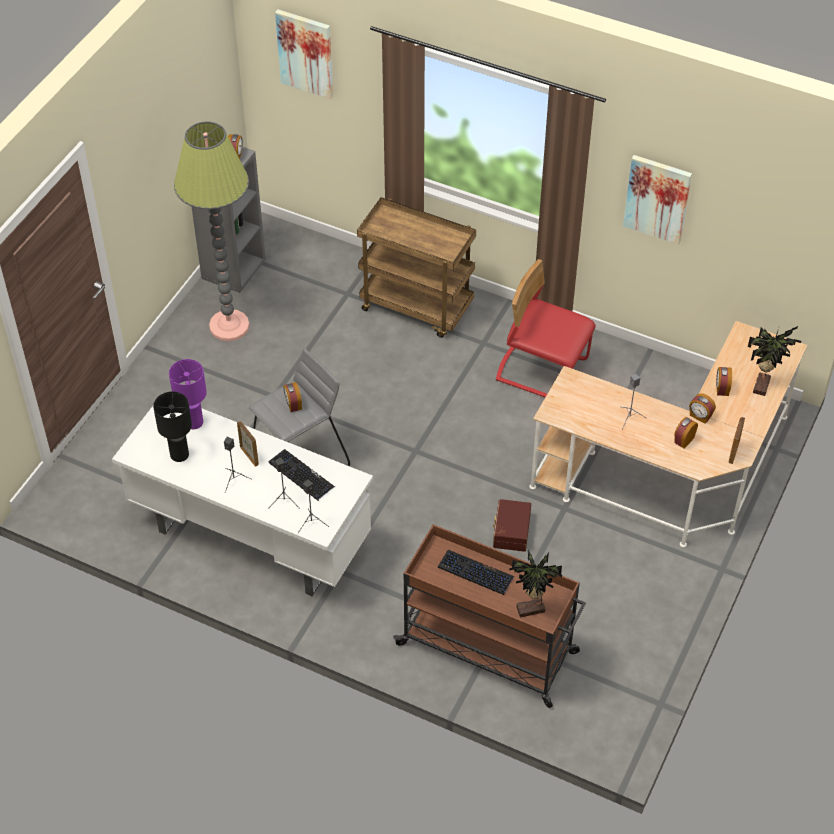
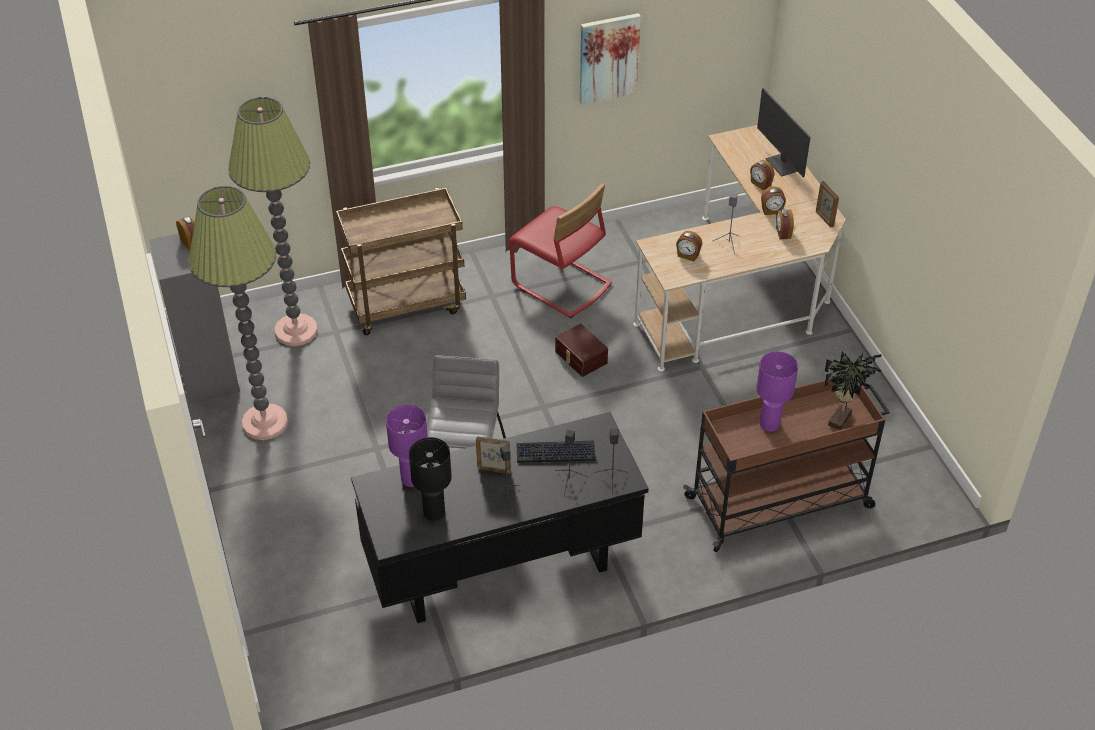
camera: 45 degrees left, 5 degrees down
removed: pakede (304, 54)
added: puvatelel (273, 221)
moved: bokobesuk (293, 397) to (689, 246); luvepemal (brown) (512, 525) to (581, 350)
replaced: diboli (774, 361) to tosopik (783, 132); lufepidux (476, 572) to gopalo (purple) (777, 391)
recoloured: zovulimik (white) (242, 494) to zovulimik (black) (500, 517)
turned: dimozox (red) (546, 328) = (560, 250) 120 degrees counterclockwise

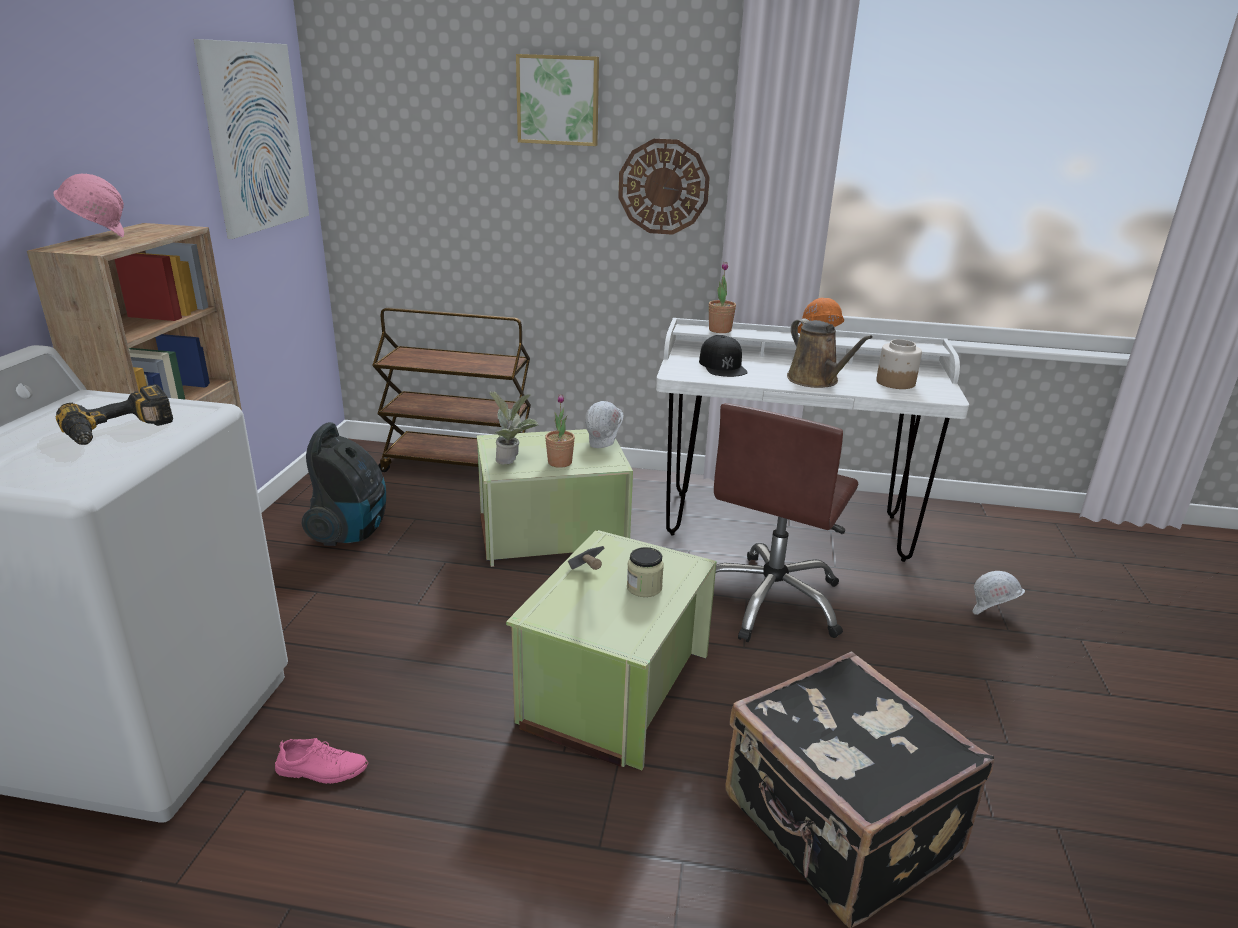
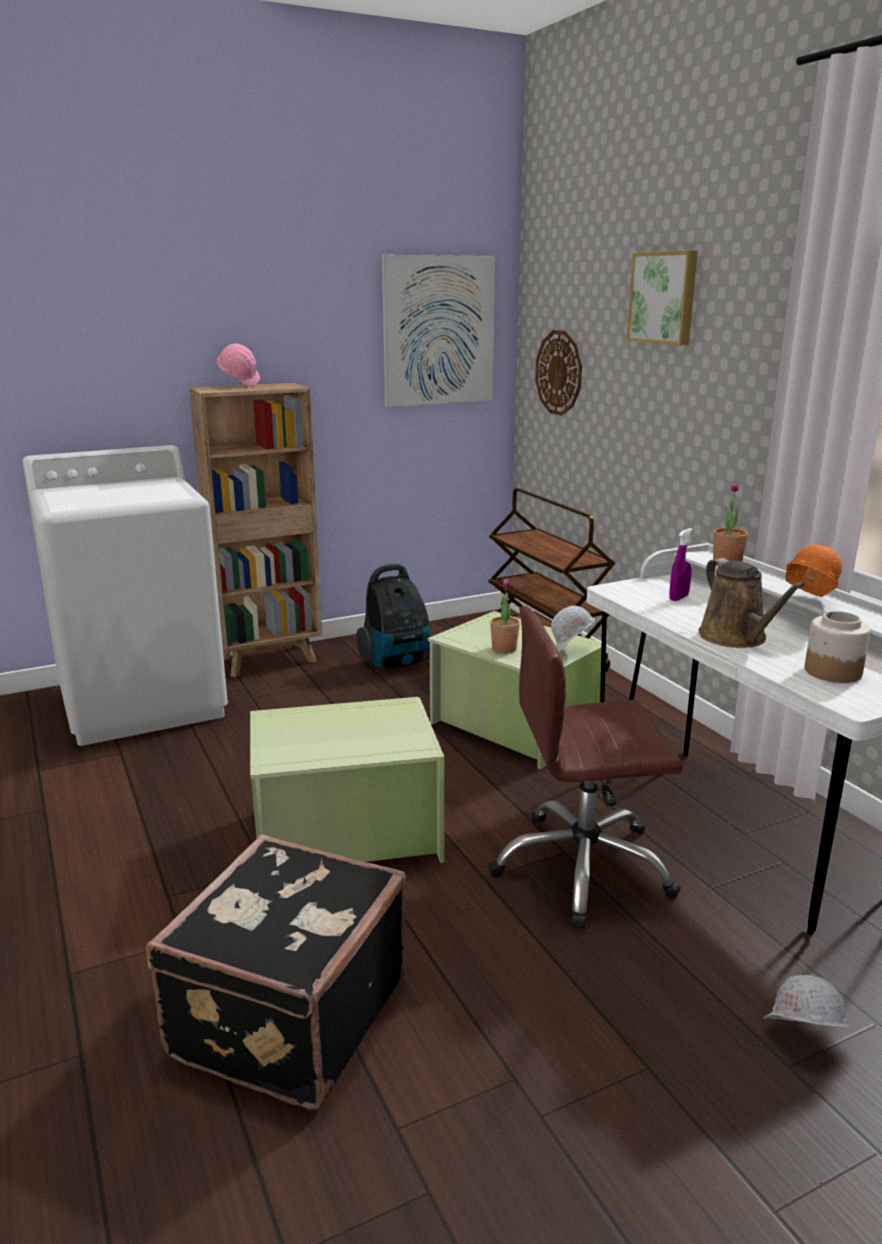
camera: 55 degrees right, 5 degrees down
removed: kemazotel (114, 414); diboli (513, 428); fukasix (586, 558); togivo (645, 572); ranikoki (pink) (321, 761)
moved: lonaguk (664, 186) to (558, 373)
replaced: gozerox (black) (723, 356) to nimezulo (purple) (681, 564)
turned: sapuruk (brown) (830, 353) = (752, 603) 45 degrees counterclockwise

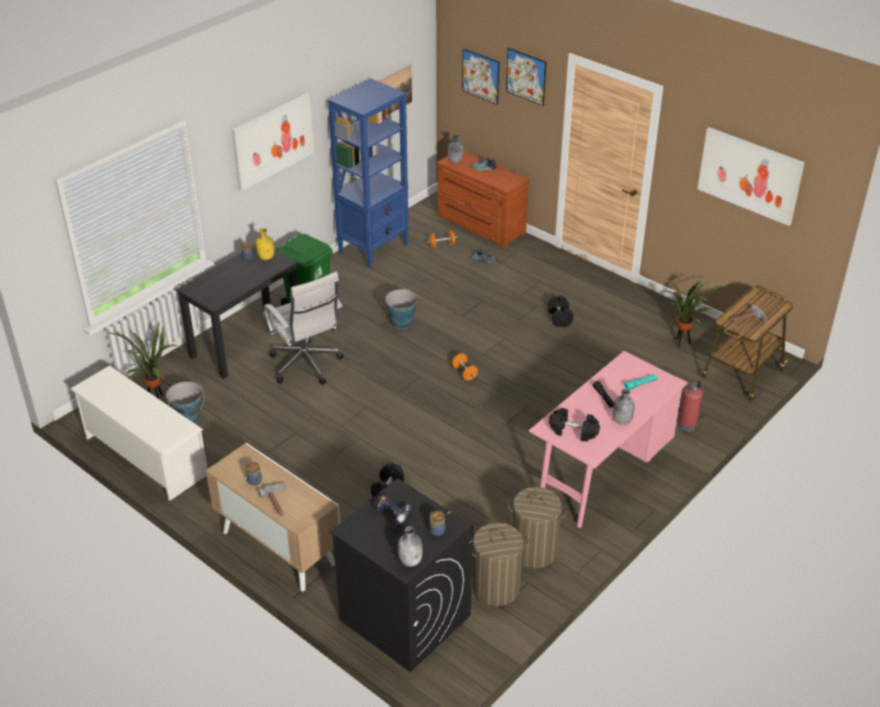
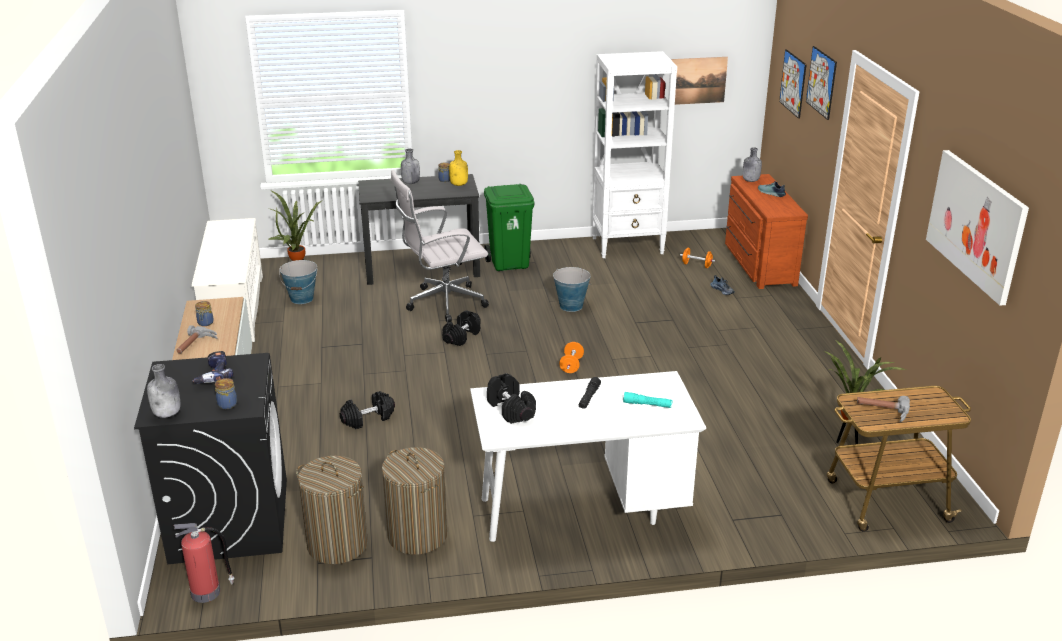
camera: 40 degrees right, 10 degrees down
removed: pakede (273, 142)
moved: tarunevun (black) (561, 311) to (461, 328); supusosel (691, 406) to (203, 563); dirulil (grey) (623, 407) to (410, 166)
recoloured: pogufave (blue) (368, 174) to pogufave (white) (634, 154); zovulimik (pink) (608, 439) to zovulimik (white) (588, 456)
turned: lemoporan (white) (303, 328) = (440, 246) 60 degrees clockwise

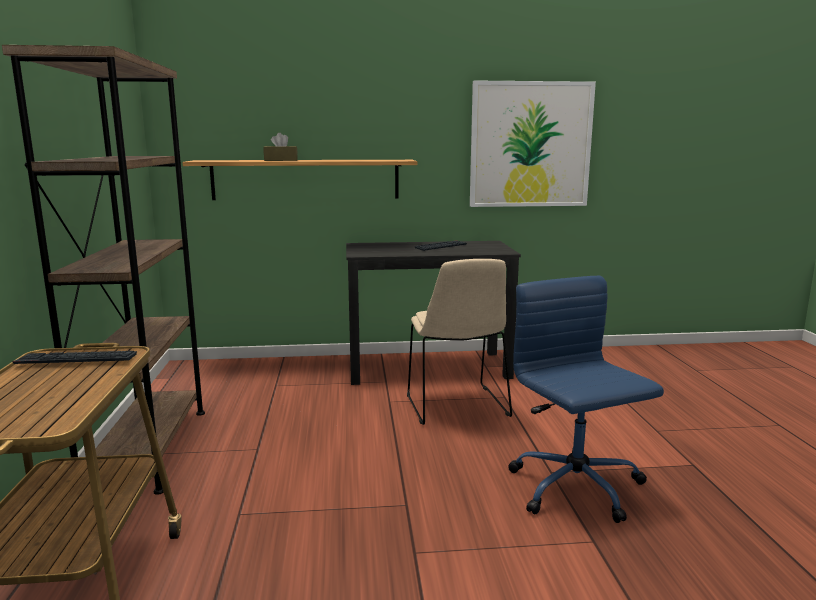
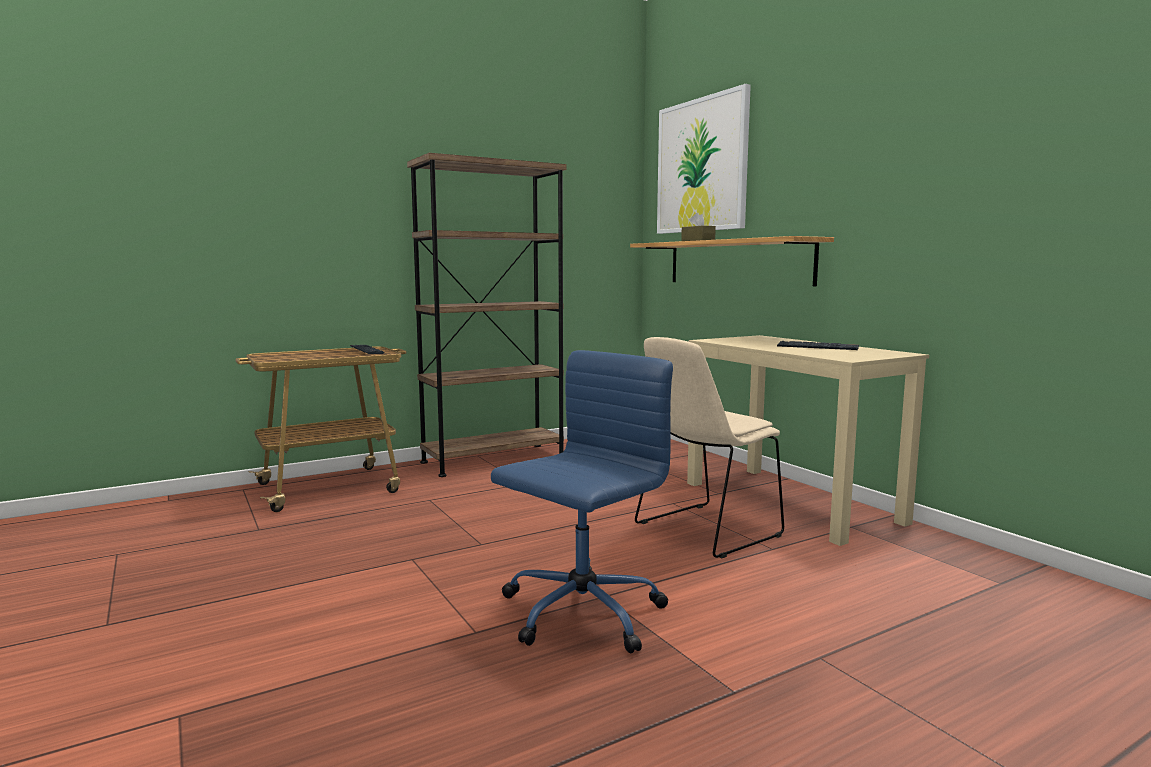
camera: 65 degrees right, 5 degrees down
moved: pakede (533, 144) to (704, 159)
recoloured: zovulimik (black) (433, 313) to zovulimik (beige) (808, 440)

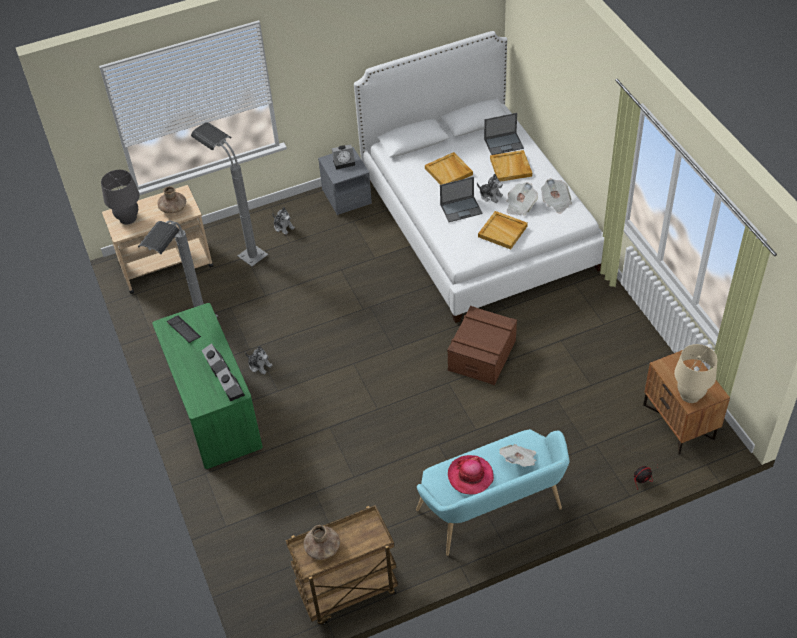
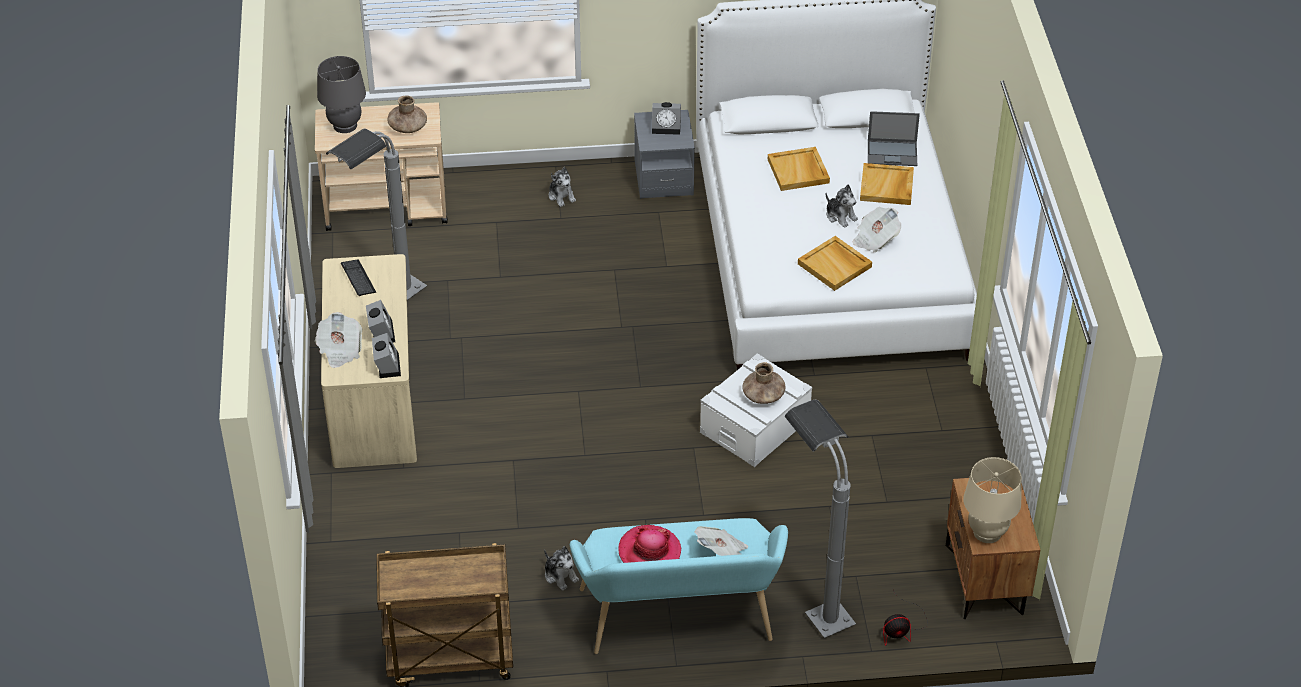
camera: 15 degrees right, 5 degrees down
removed: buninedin (461, 199)
moved: puvatelel (grey) (229, 194) to (820, 519); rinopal (556, 196) to (338, 340); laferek (259, 360) to (561, 568); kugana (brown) (321, 542) to (763, 383)
recoloured: zovulimik (green) (207, 386) to zovulimik (beige) (369, 361); luvepemal (brown) (482, 345) to luvepemal (white) (756, 410)

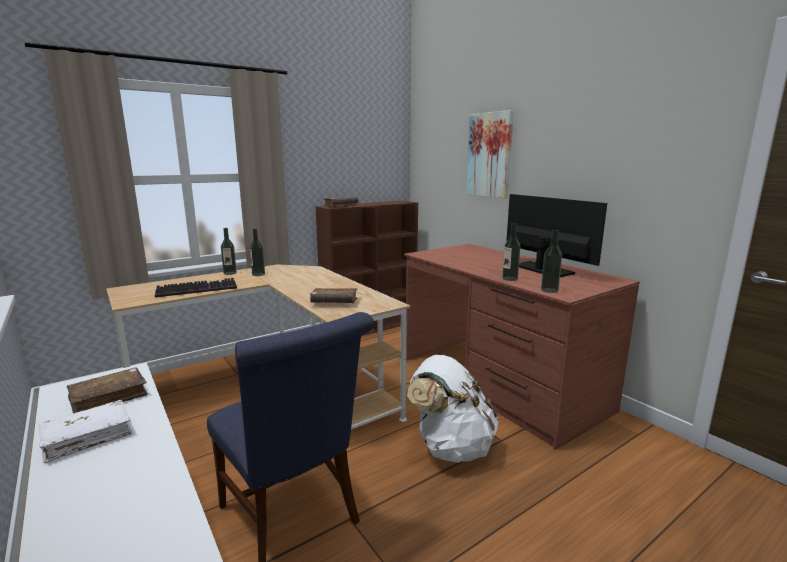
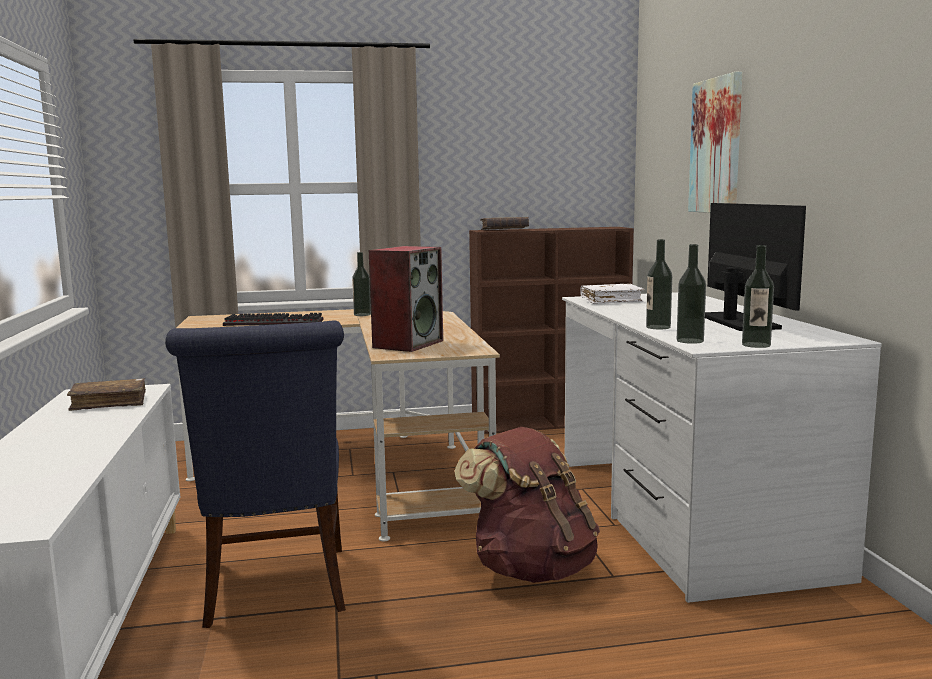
camera: 25 degrees right, 5 degrees down
moved: dirulil (229, 251) to (758, 296); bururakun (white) (85, 431) to (612, 294)
replaced: bururakun (brown) (334, 295) to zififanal (406, 299)
recoloured: zovulimik (brown) (522, 347) to zovulimik (white) (722, 447); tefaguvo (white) (453, 409) to tefaguvo (brown) (527, 505)

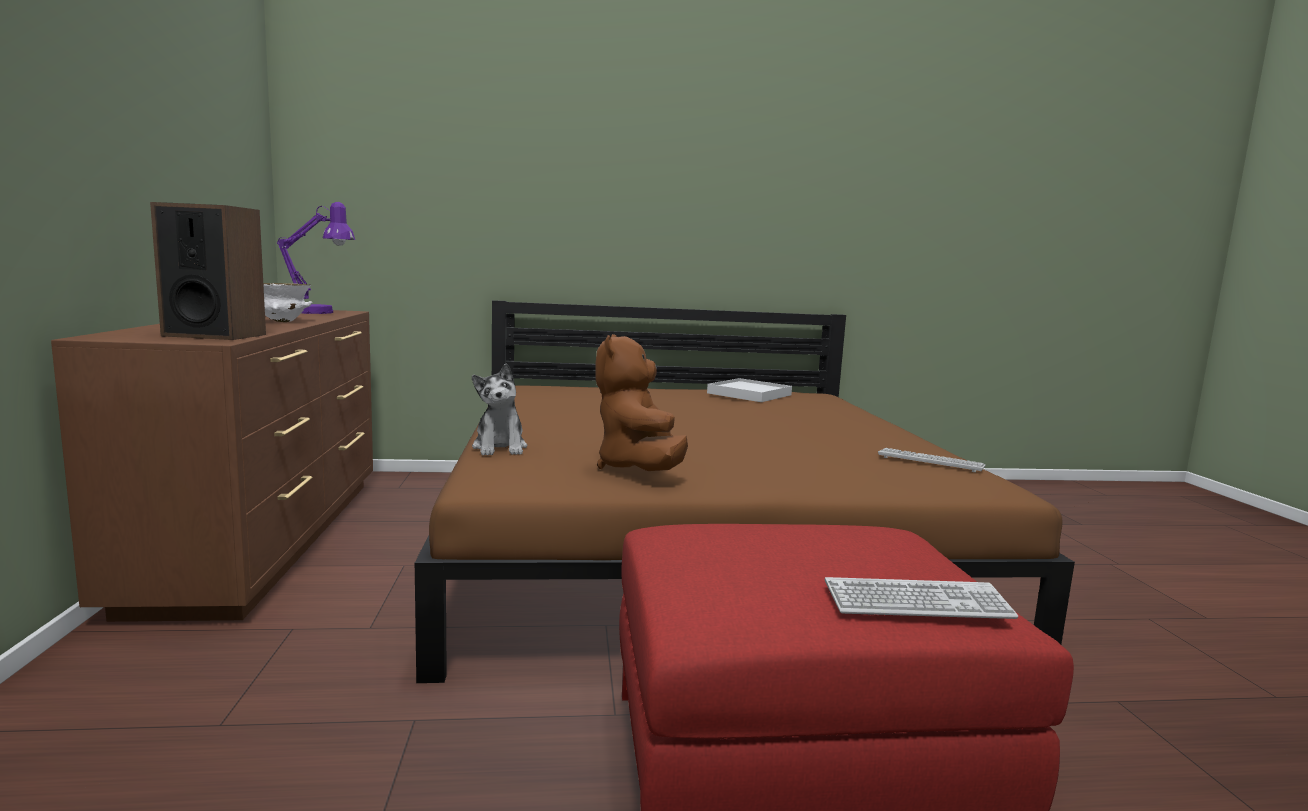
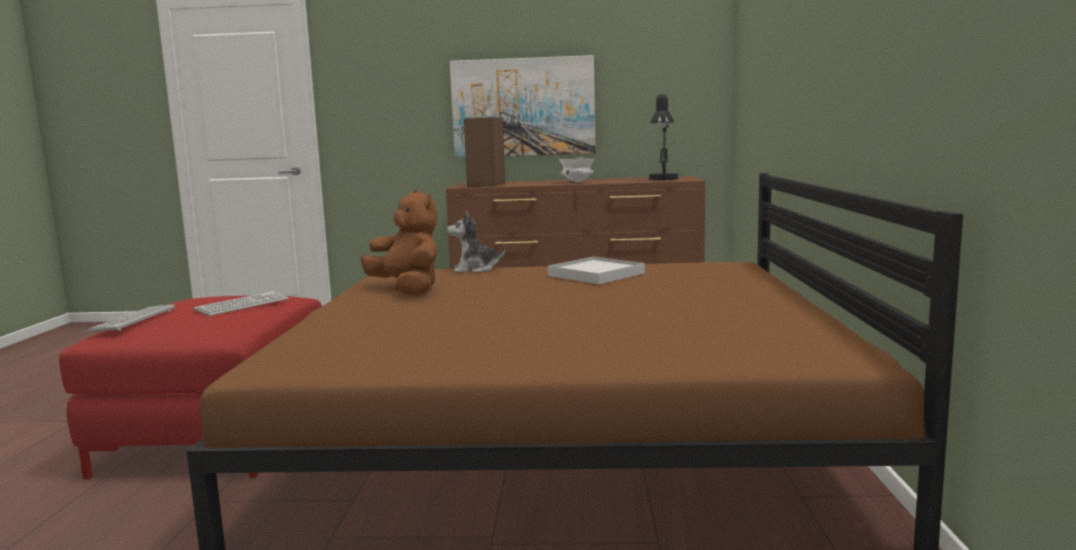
camera: 100 degrees right, 0 degrees up
added: pakede (523, 106)
moved: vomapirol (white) (749, 390) to (596, 270); lufepidux (932, 460) to (241, 303)
recoloured: gopalo (purple) (316, 258) to gopalo (black) (663, 137)
turned: laferek (brown) (641, 402) = (398, 242) 45 degrees clockwise

